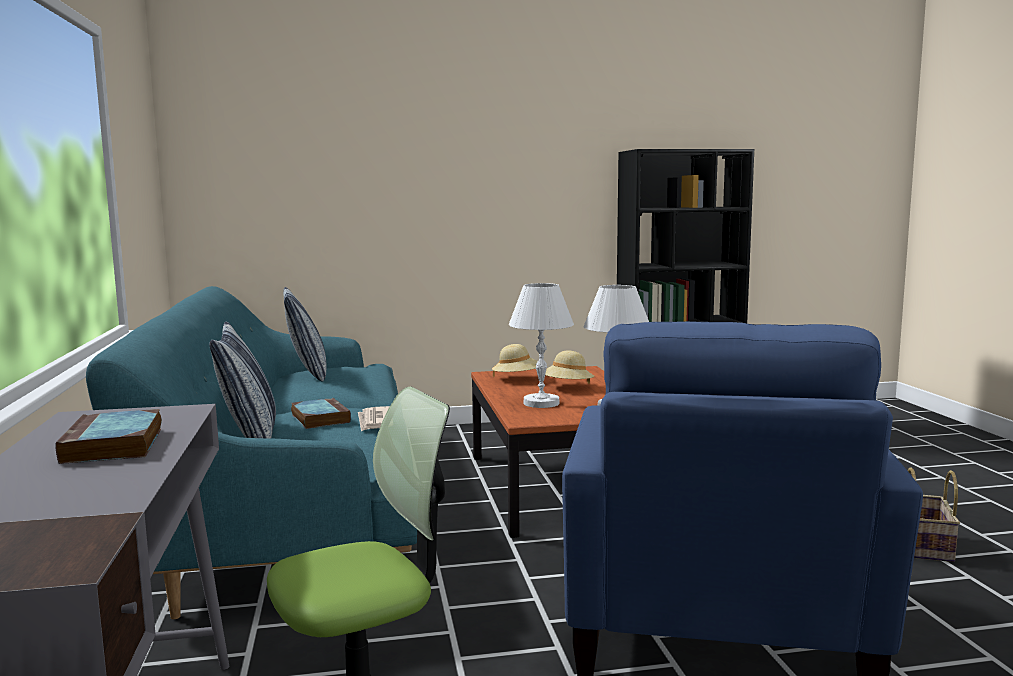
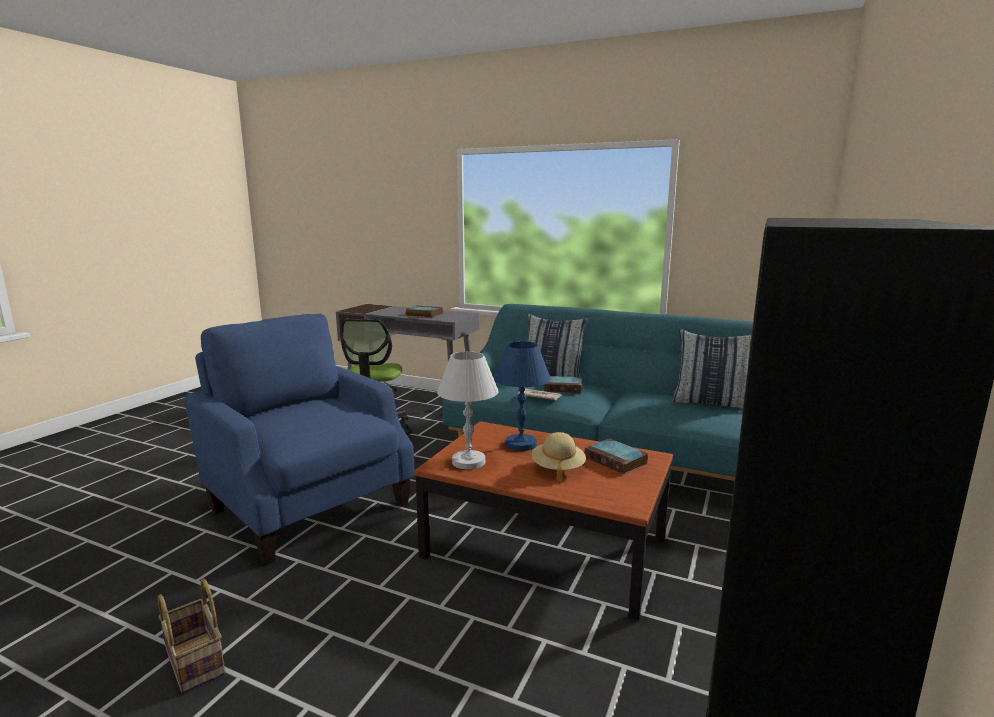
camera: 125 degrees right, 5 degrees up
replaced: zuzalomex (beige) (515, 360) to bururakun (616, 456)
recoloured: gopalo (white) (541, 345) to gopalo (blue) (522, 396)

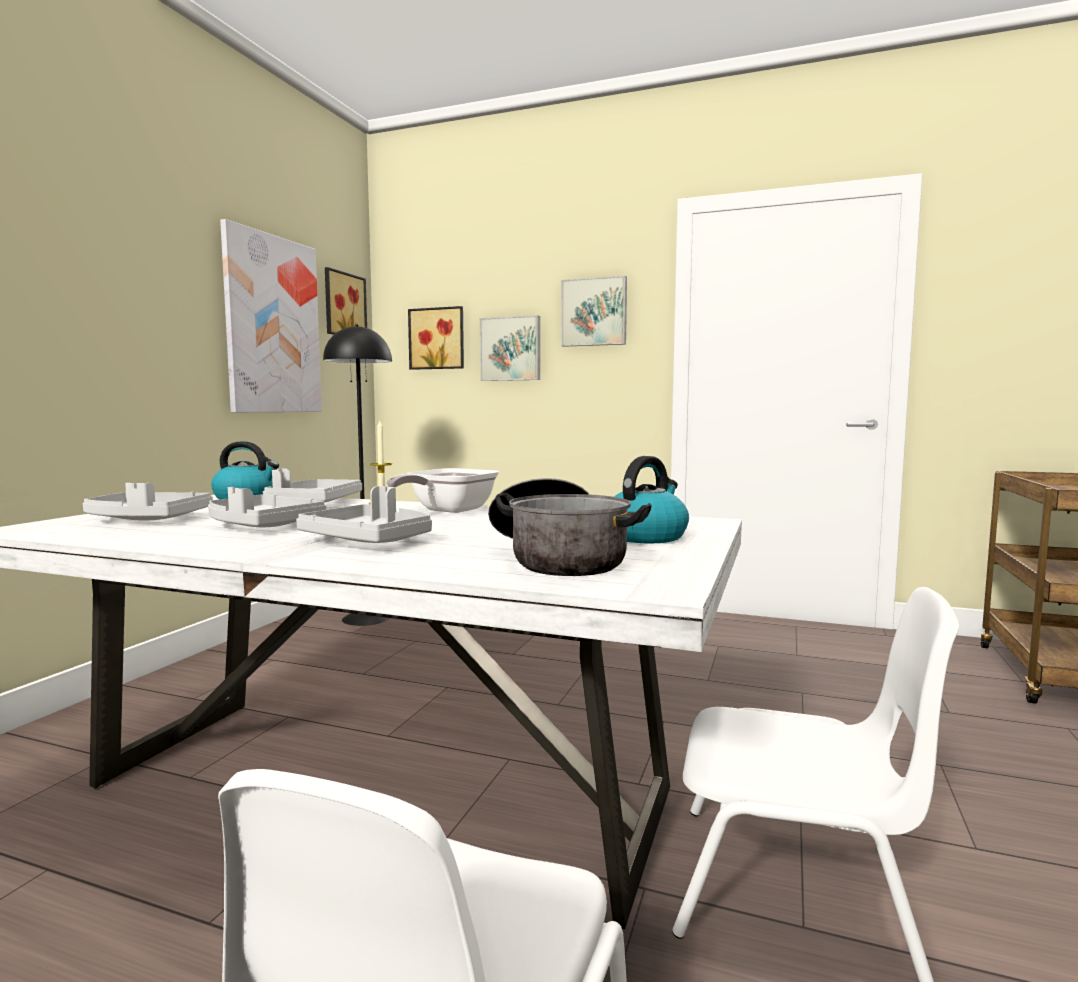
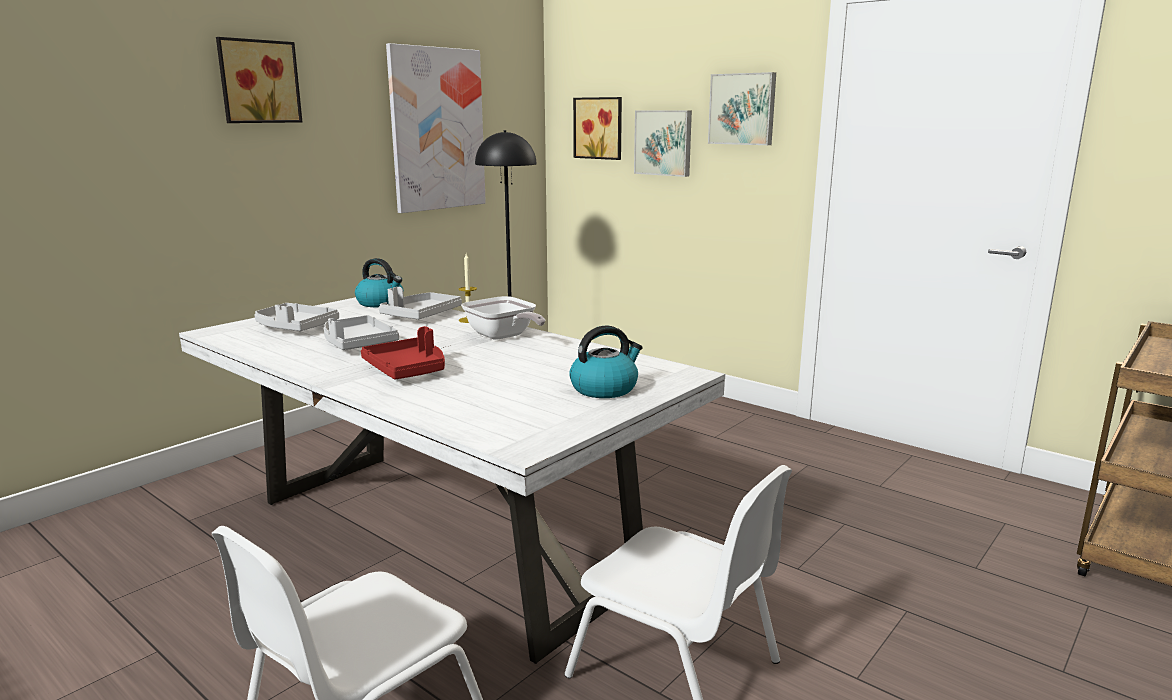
camera: 20 degrees right, 10 degrees up
removed: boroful (570, 527)
moved: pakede (346, 301) to (259, 80)
recoloured: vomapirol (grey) (364, 514) to vomapirol (red) (403, 352)
turned: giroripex (442, 490) = (503, 318) 90 degrees counterclockwise

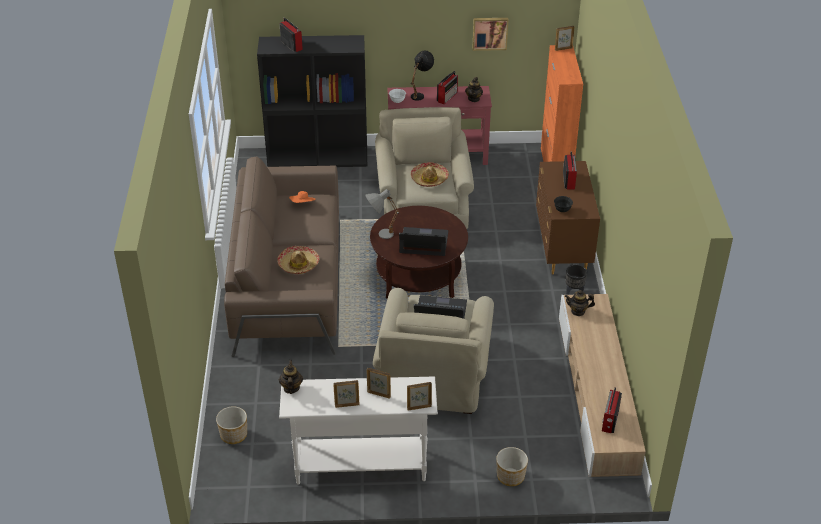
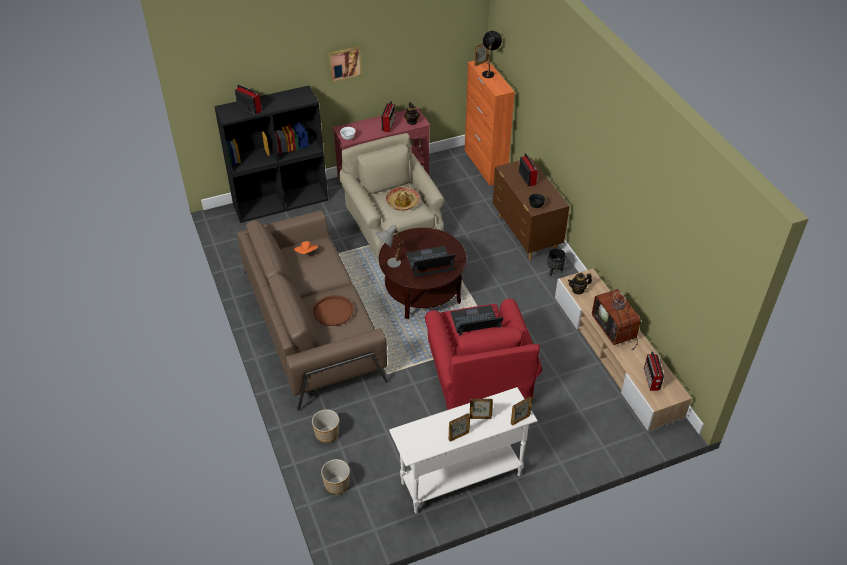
camera: 20 degrees left, 5 degrees up
removed: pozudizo (291, 377)
added: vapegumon (616, 314)
moved: pakede (490, 34) to (345, 64); gopalo (black) (422, 76) to (492, 54); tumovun (512, 466) to (325, 426)
replaced: zuzalomex (298, 260) to vomapirol (brown) (333, 310)
recoloured: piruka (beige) (433, 351) to piruka (red) (483, 354)

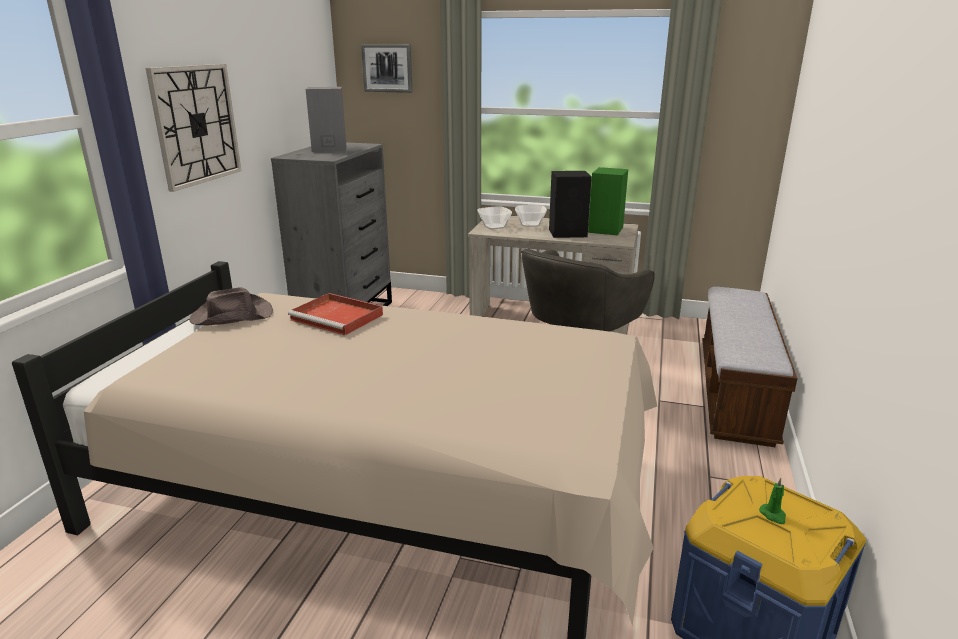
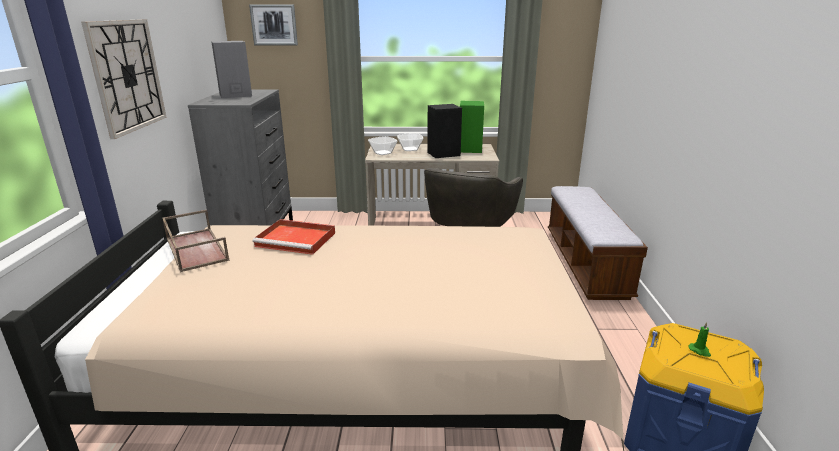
camera: 15 degrees left, 0 degrees up
replaced: zuzalomex (brown) (231, 306) to vomapirol (brown) (195, 241)

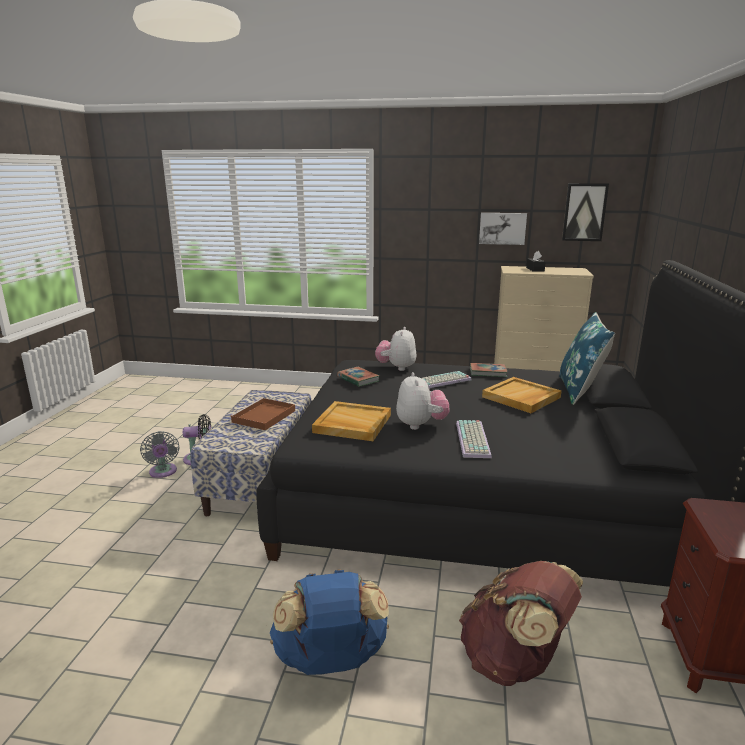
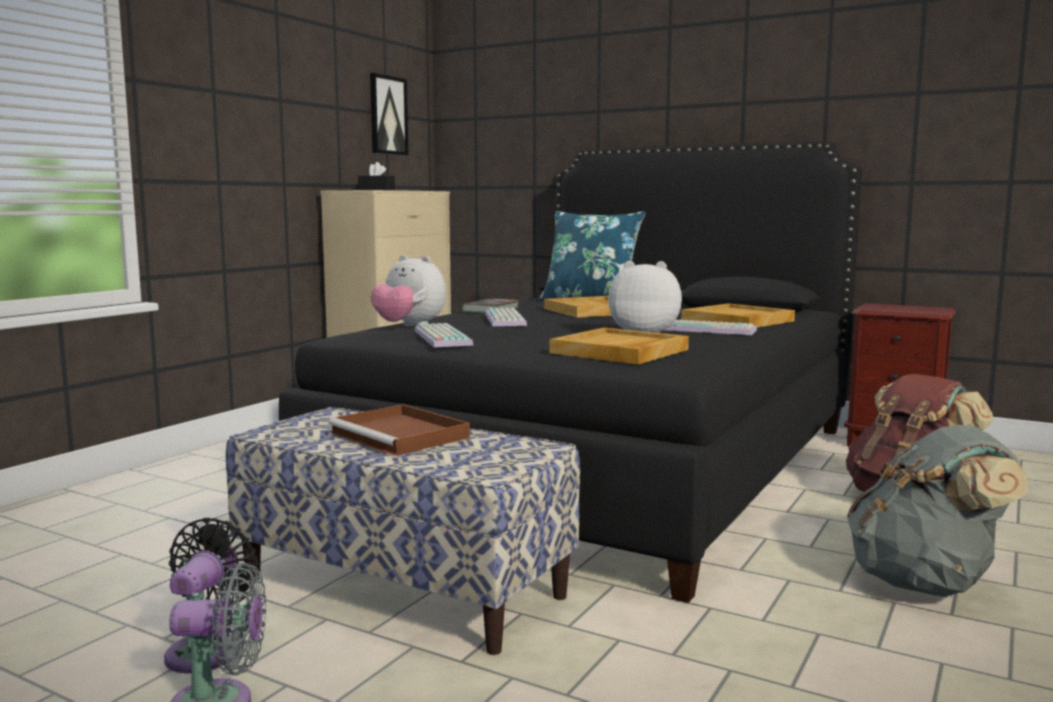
camera: 70 degrees left, 10 degrees down
removed: pakede (503, 229)
added: vomapirol (beige) (738, 315)
replaced: bururakun (358, 377) to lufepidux (443, 335)
recoloured: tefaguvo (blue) (329, 622) to tefaguvo (grey) (937, 511)

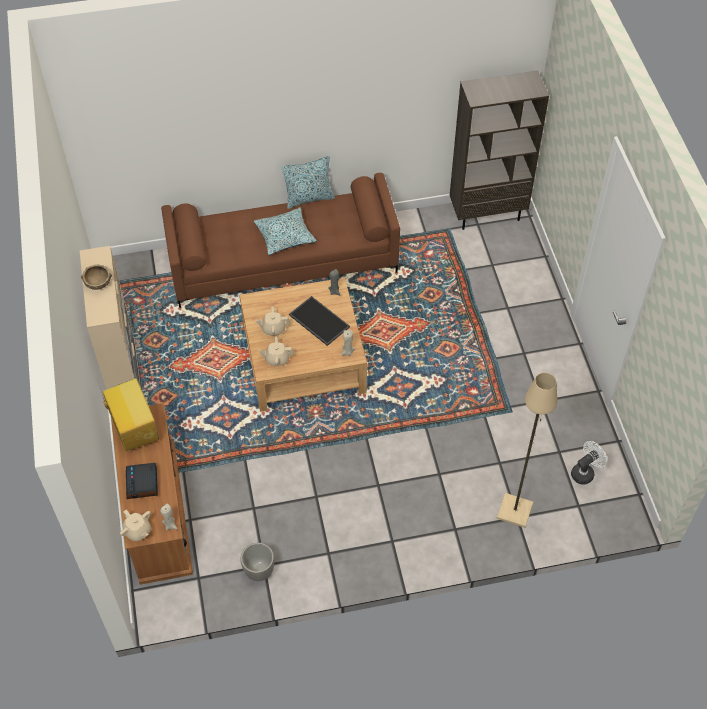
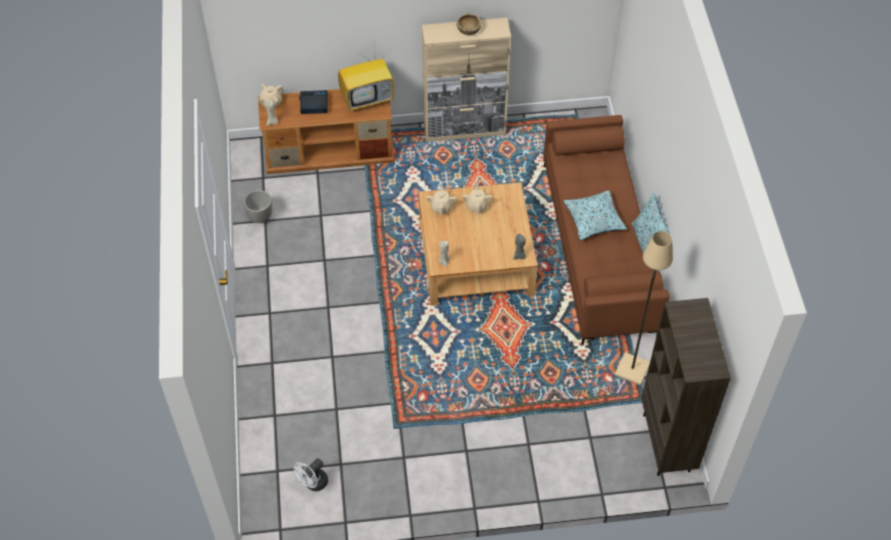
camera: 95 degrees right, 0 degrees up
removed: vomapirol (319, 321)
moved: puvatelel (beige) (527, 450) to (644, 308)
turned: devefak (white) (589, 463) = (311, 474) 75 degrees clockwise

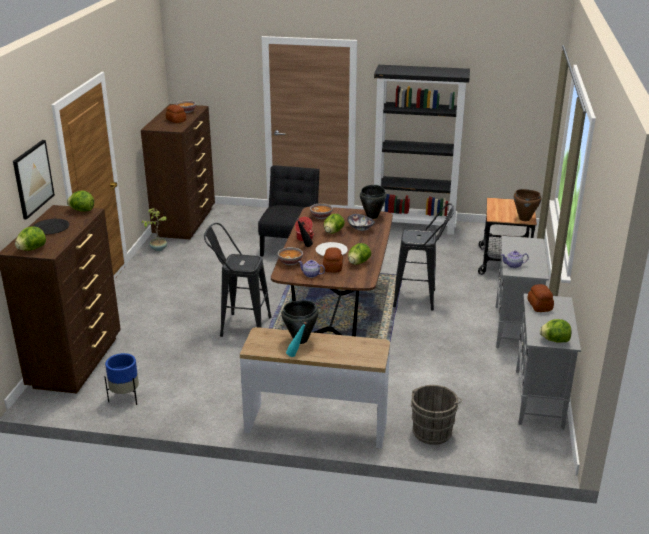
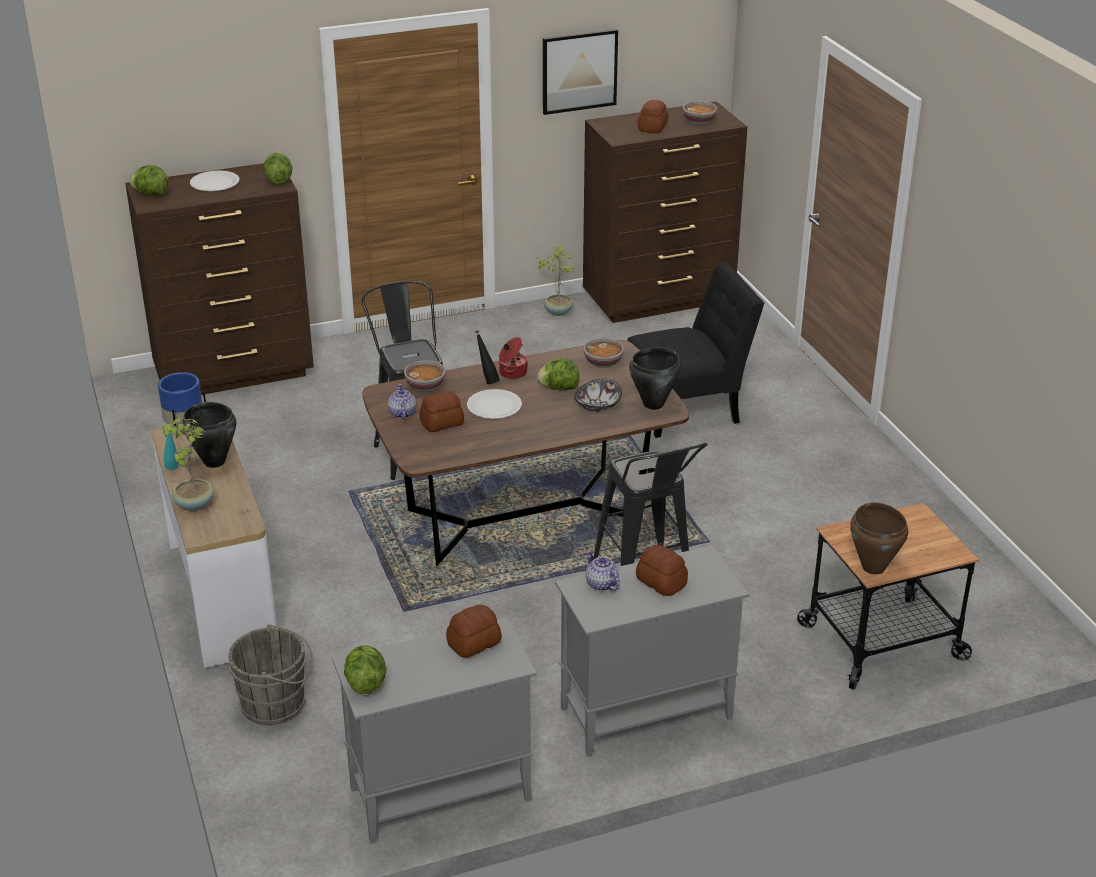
camera: 60 degrees right, 5 degrees up
removed: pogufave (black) (422, 150); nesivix (359, 254)
added: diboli (187, 465); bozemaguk (662, 570)
moved: pakede (34, 180) to (580, 72)
recoloured: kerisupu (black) (51, 227) to kerisupu (white) (214, 180)

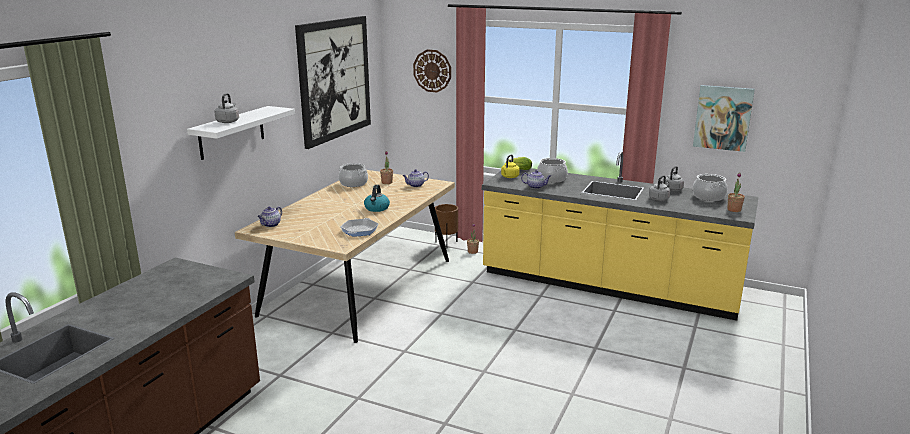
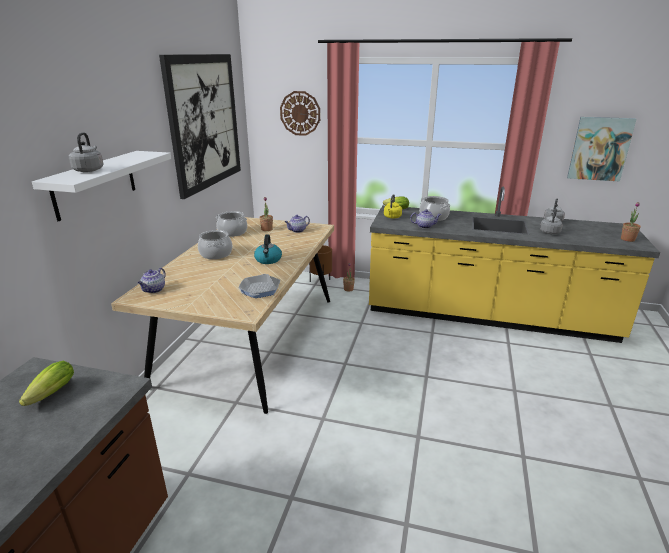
camera: 10 degrees left, 5 degrees up
added: nesivix (46, 383)
moved: boroful (710, 187) to (215, 244)

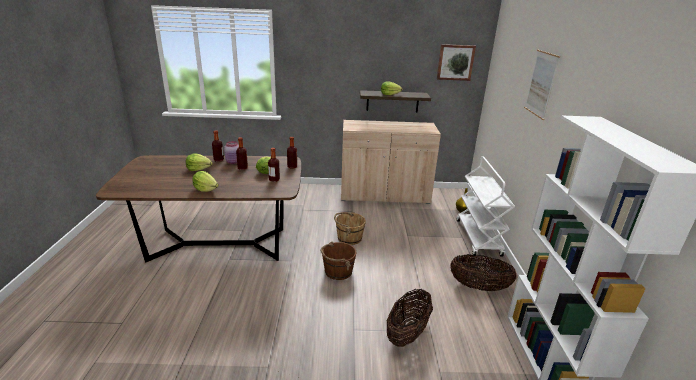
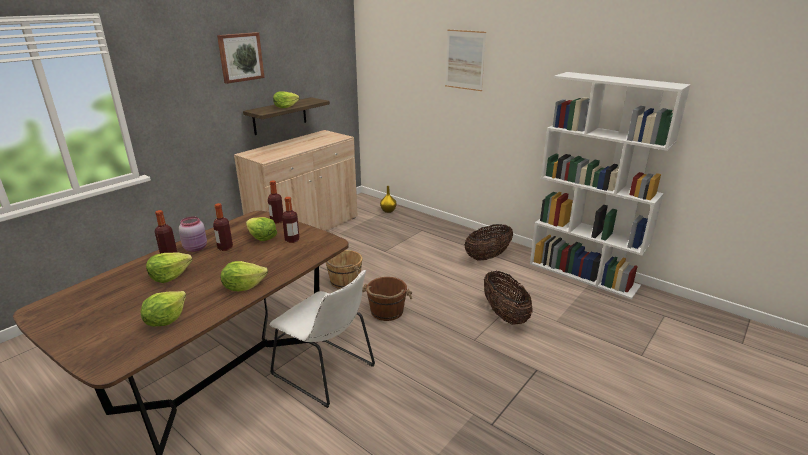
camera: 50 degrees left, 0 degrees up
removed: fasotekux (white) (486, 206)
added: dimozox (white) (322, 339); nesivix (163, 309)
moved: pakede (456, 62) to (240, 58)

